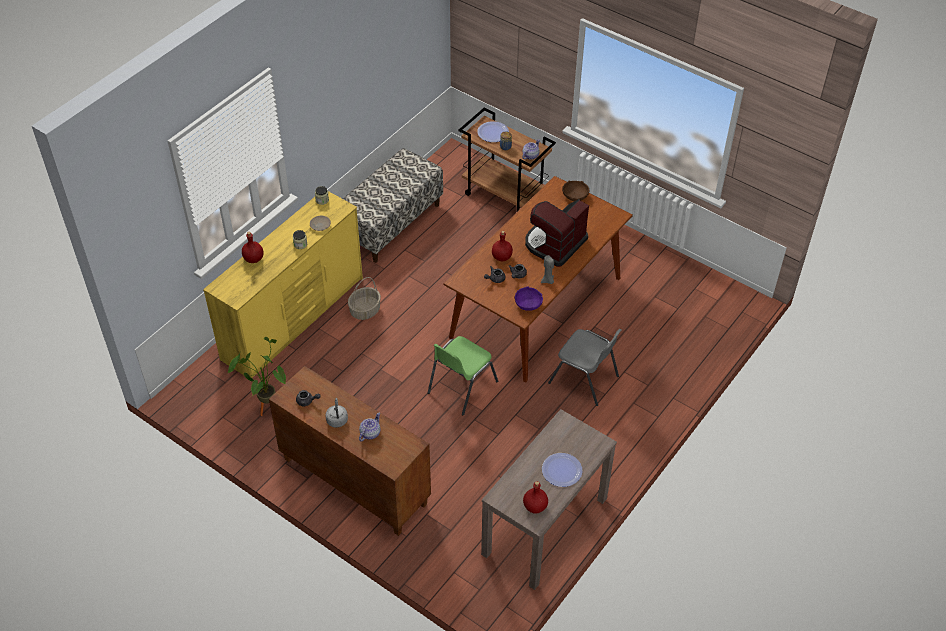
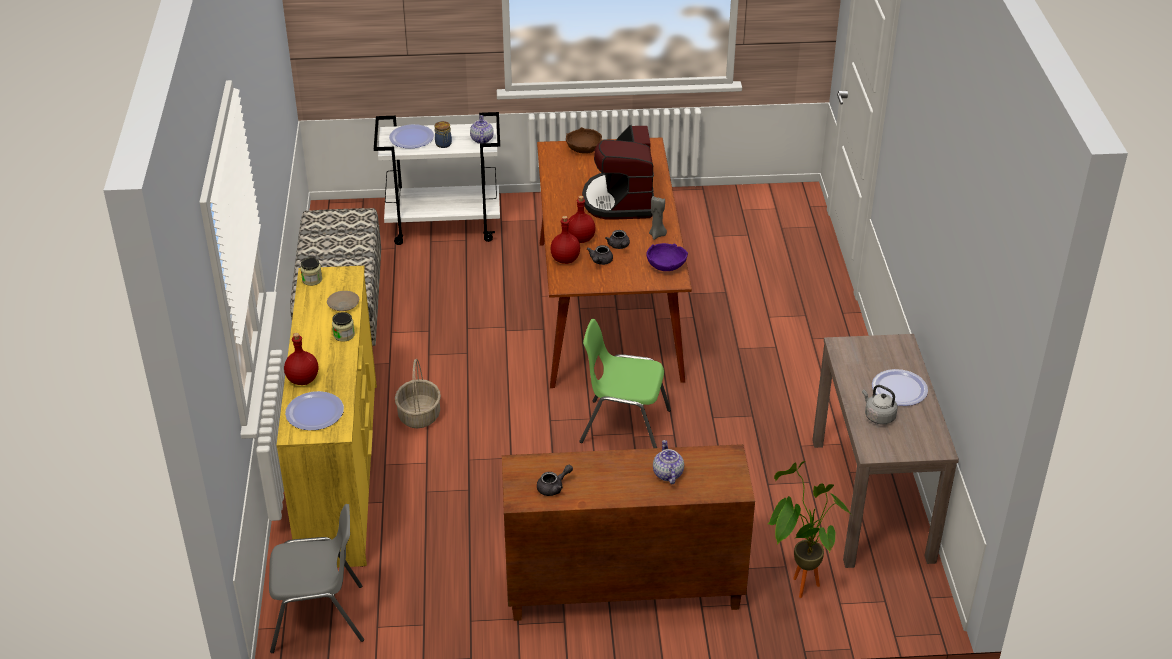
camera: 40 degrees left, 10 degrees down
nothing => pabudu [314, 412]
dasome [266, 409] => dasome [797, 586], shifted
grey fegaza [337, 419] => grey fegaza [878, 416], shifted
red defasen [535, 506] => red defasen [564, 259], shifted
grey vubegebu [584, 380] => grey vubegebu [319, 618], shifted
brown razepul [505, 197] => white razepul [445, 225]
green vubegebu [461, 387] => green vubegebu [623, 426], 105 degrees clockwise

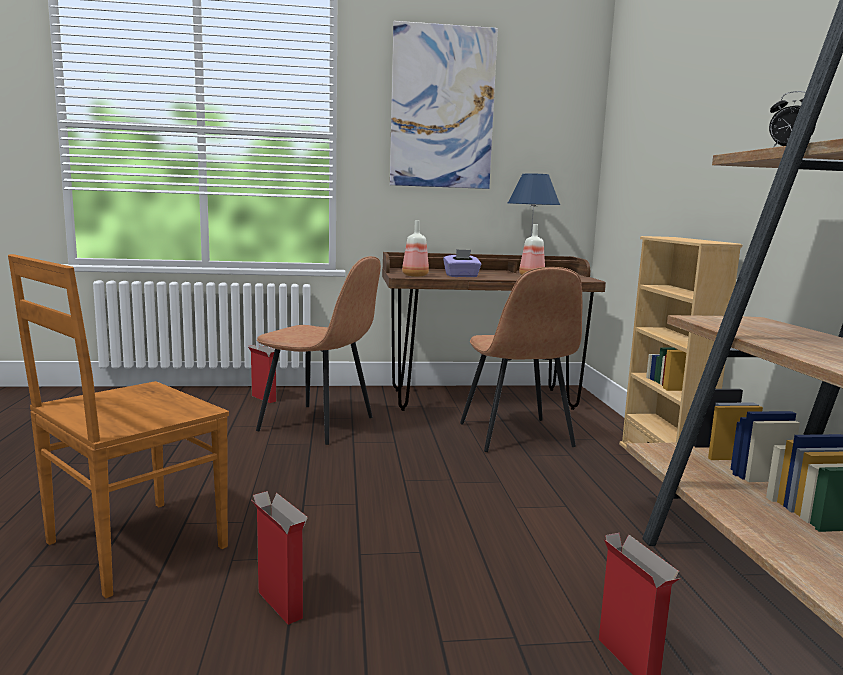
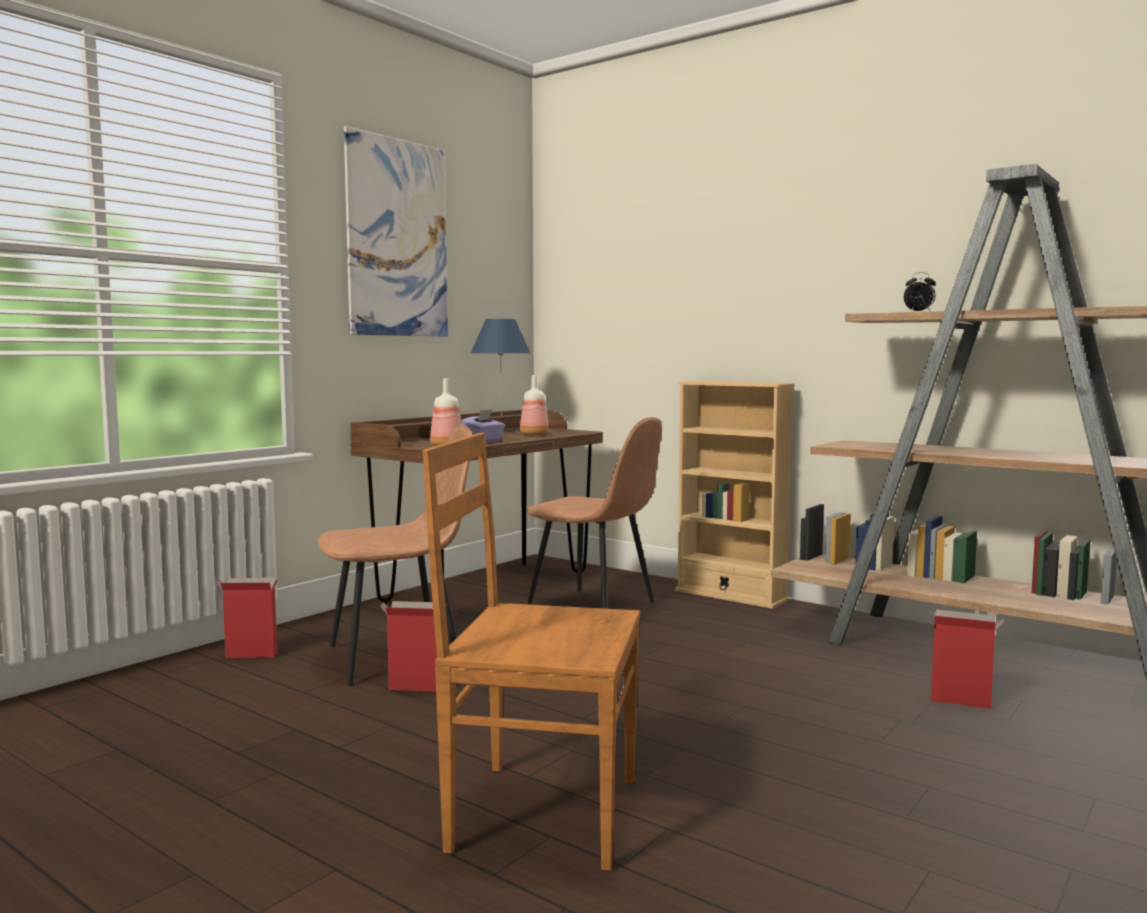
camera: 45 degrees left, 5 degrees down
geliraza [279, 604] => geliraza [415, 688], shifted
brown vubegebu [131, 546] => brown vubegebu [539, 812], 105 degrees clockwise

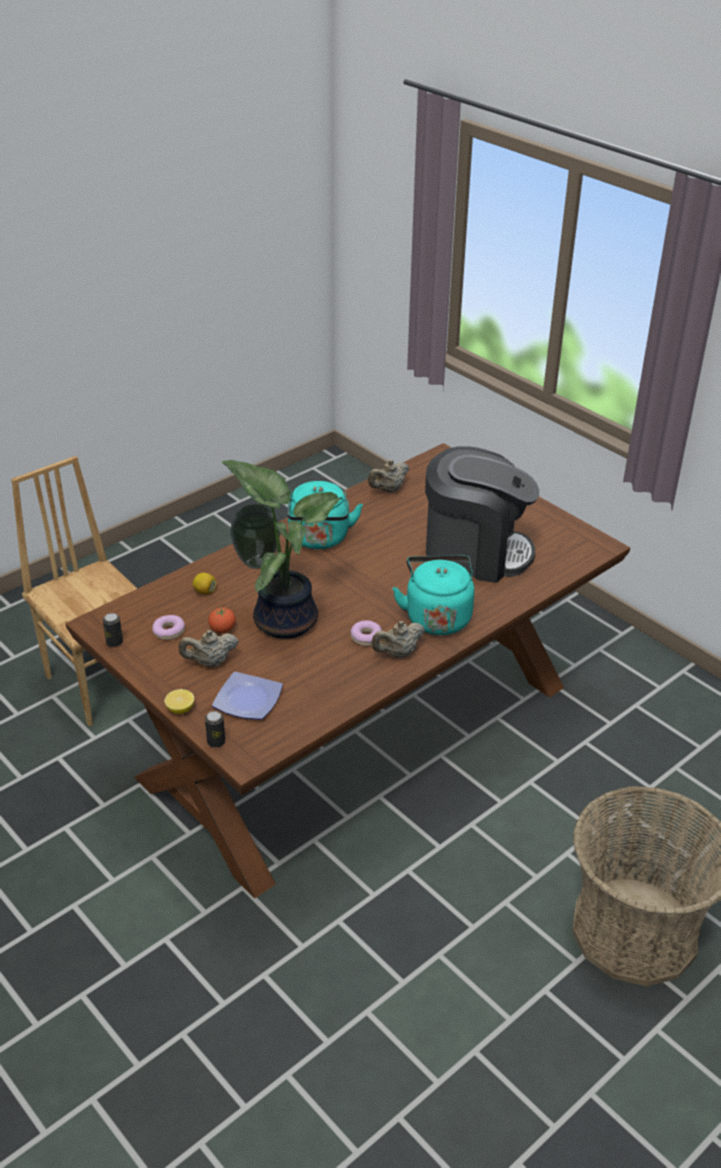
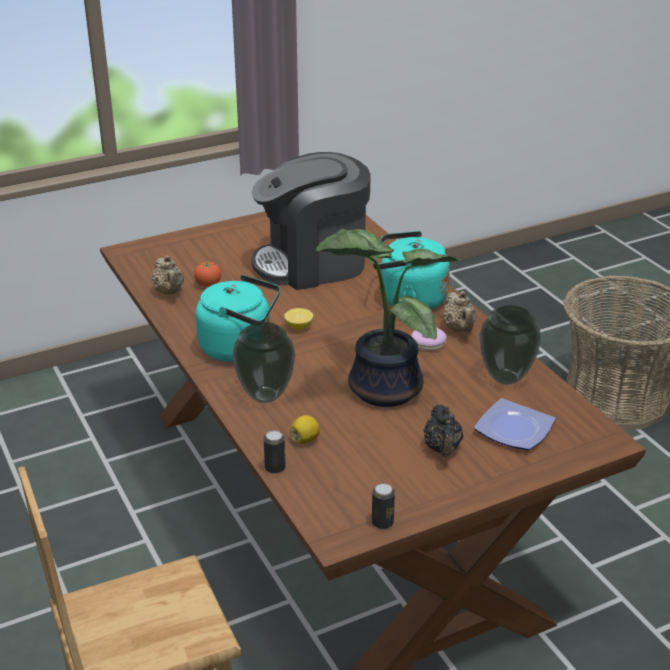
camera: 75 degrees left, 5 degrees down
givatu [169, 631] => nothing
nothing => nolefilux [506, 378]
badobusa [180, 709] => badobusa [299, 327], shifted
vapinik [216, 742] => vapinik [275, 468], shifted
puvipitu [222, 629] => puvipitu [208, 284], shifted
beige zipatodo [210, 662] => black zipatodo [442, 449]
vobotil [475, 552] => vobotil [312, 263], 135 degrees counterclockwise

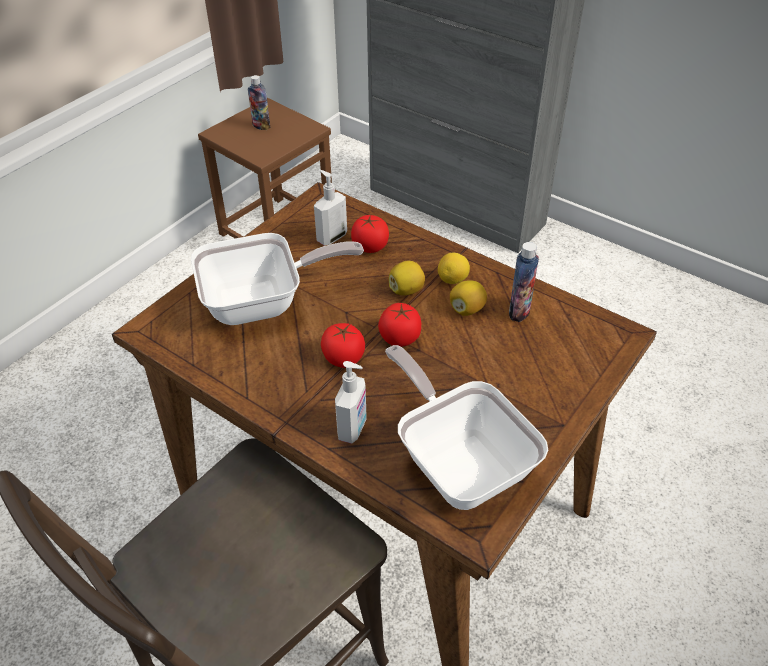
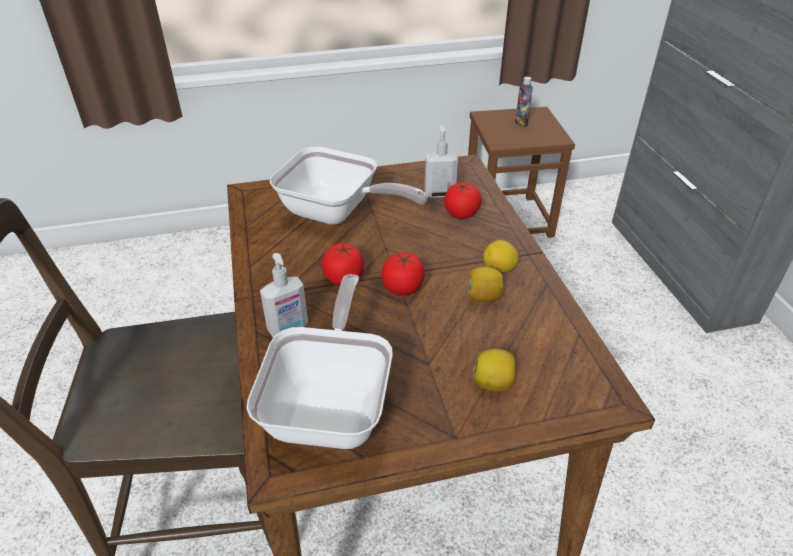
camera: 40 degrees right, 5 degrees down
defasen [519, 311] => nothing
badobusa [406, 290] => badobusa [493, 383], shifted

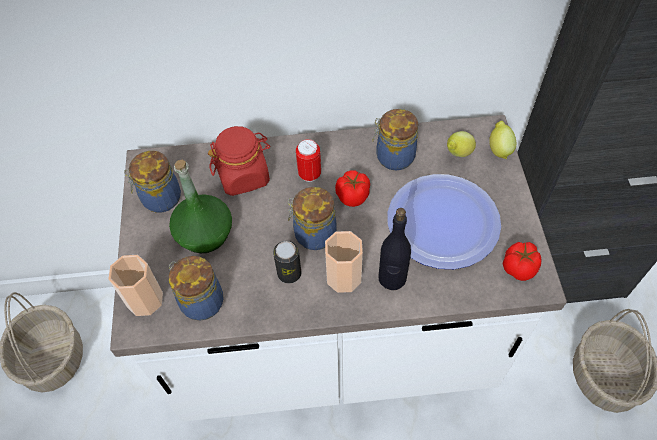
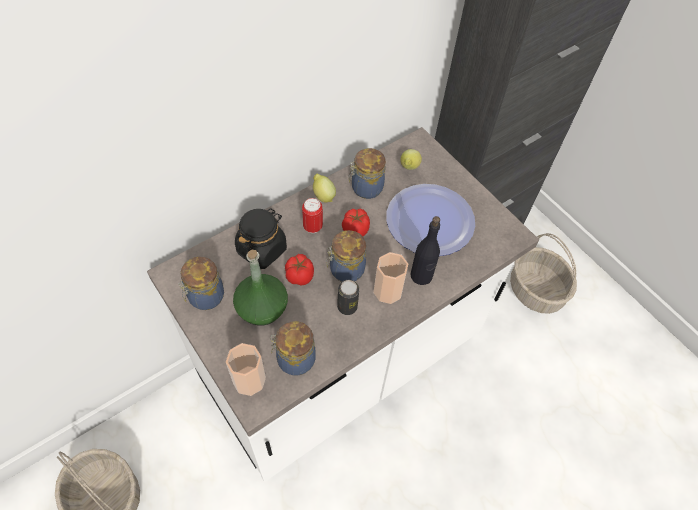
camera: 35 degrees left, 0 degrees up
badobusa [499, 149] => badobusa [323, 196], shifted
puvipitu [519, 267] => puvipitu [300, 275], shifted
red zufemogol [243, 176] => black zufemogol [262, 249]

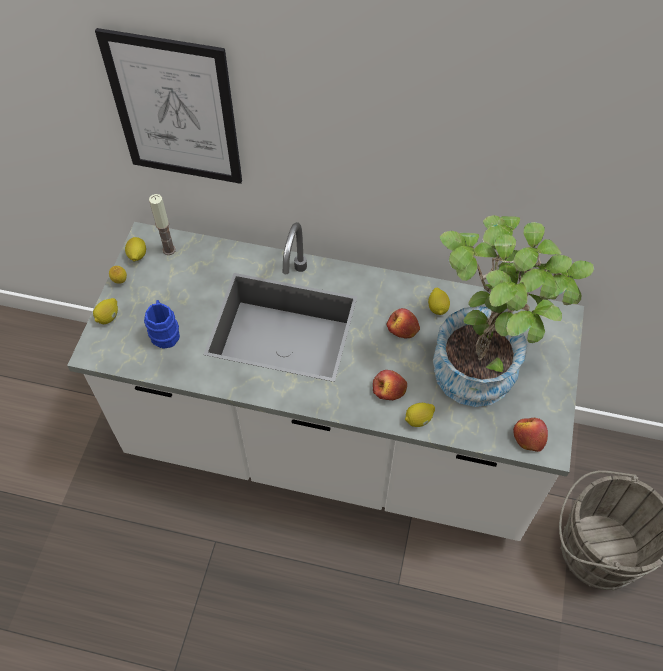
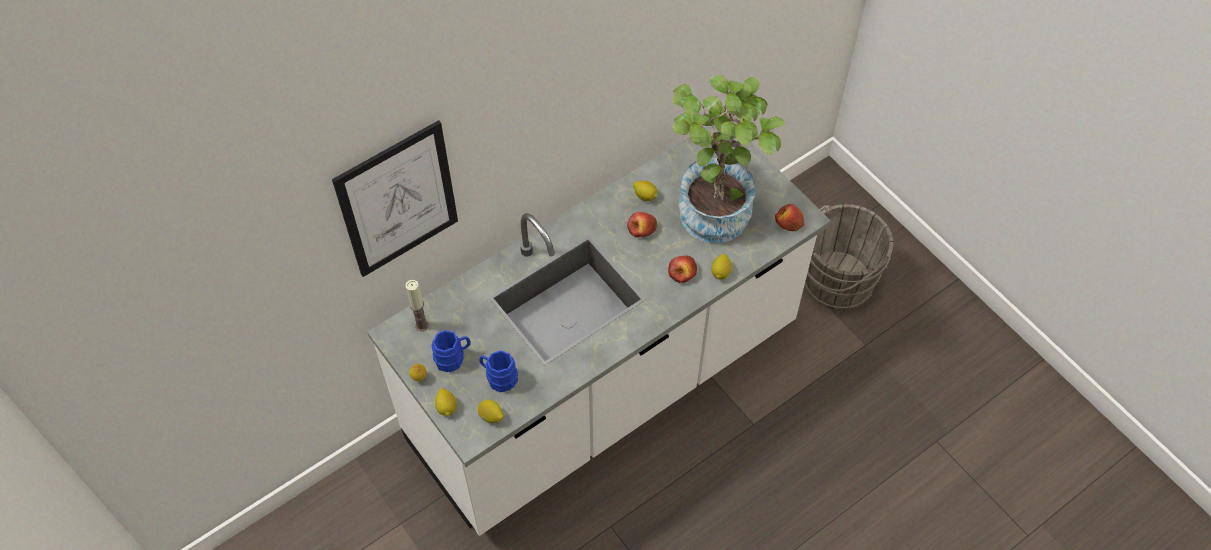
camera: 50 degrees left, 0 degrees up
nothing => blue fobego [453, 358]
badobusa [137, 255] => badobusa [491, 416], shifted

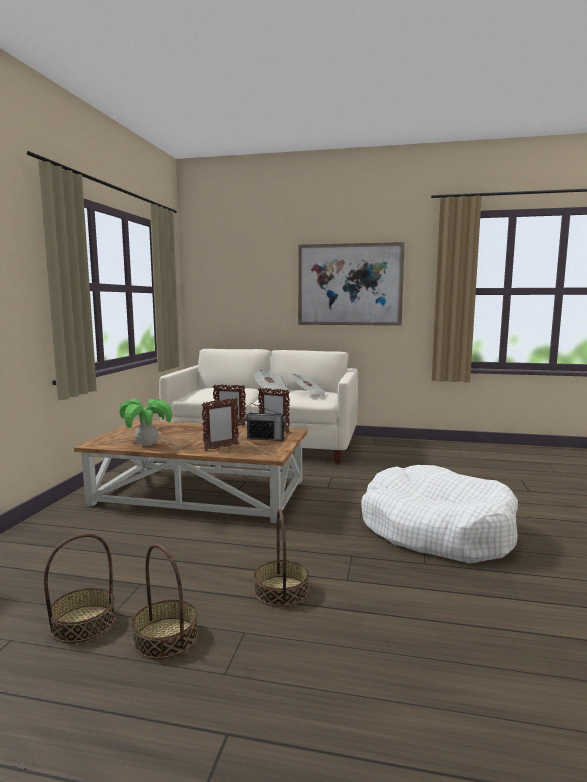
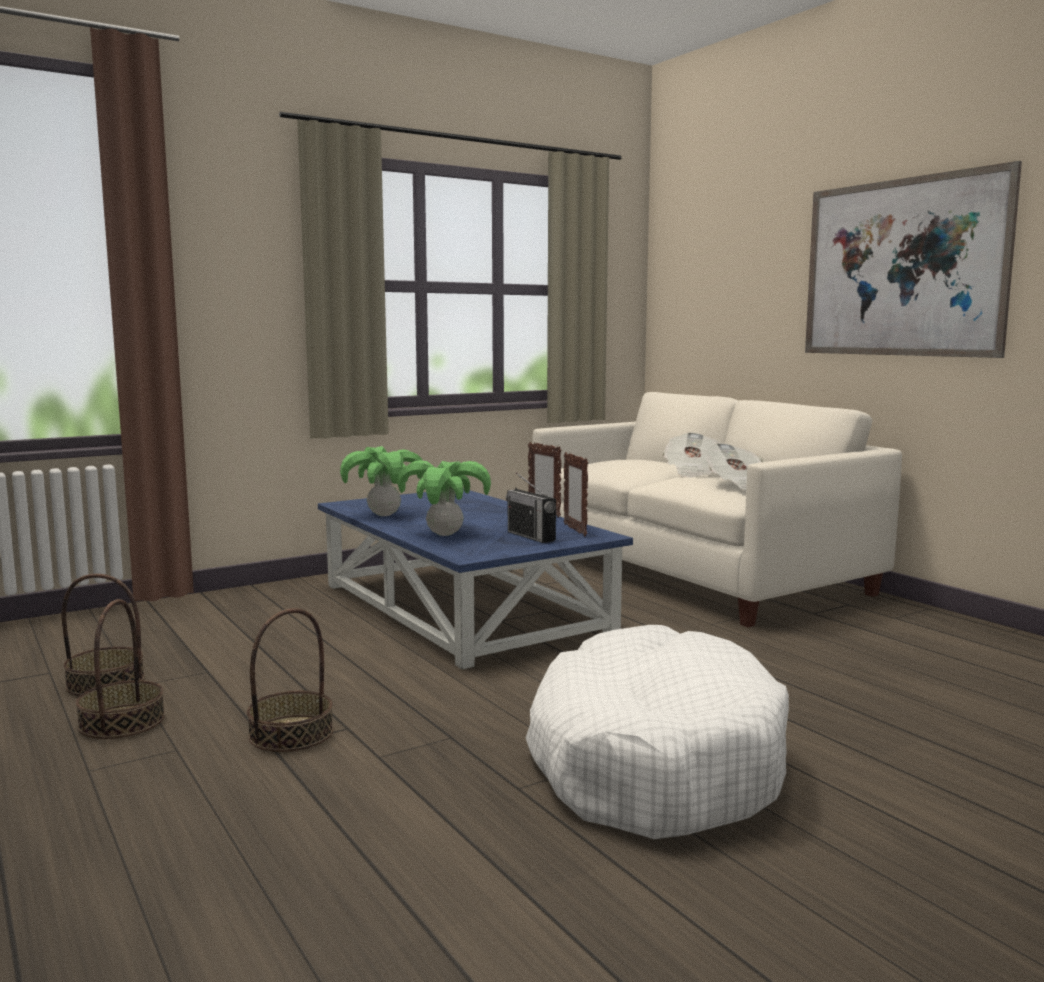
camera: 45 degrees right, 0 degrees up
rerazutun [221, 447] => dasome [445, 534]
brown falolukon [202, 492] => blue falolukon [465, 608]

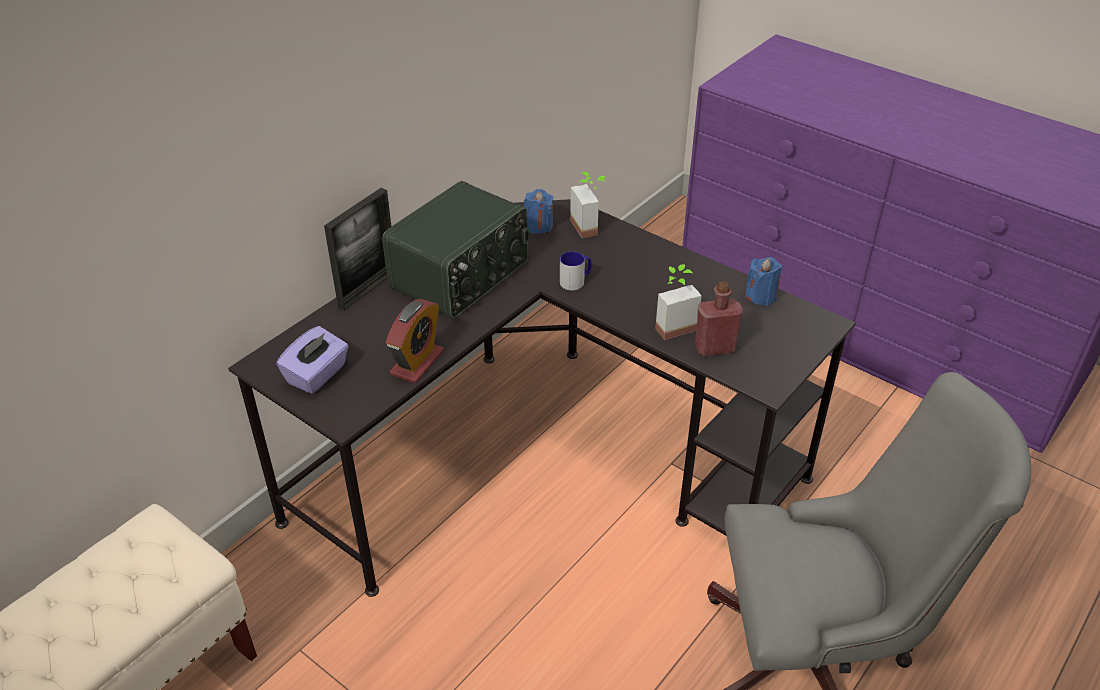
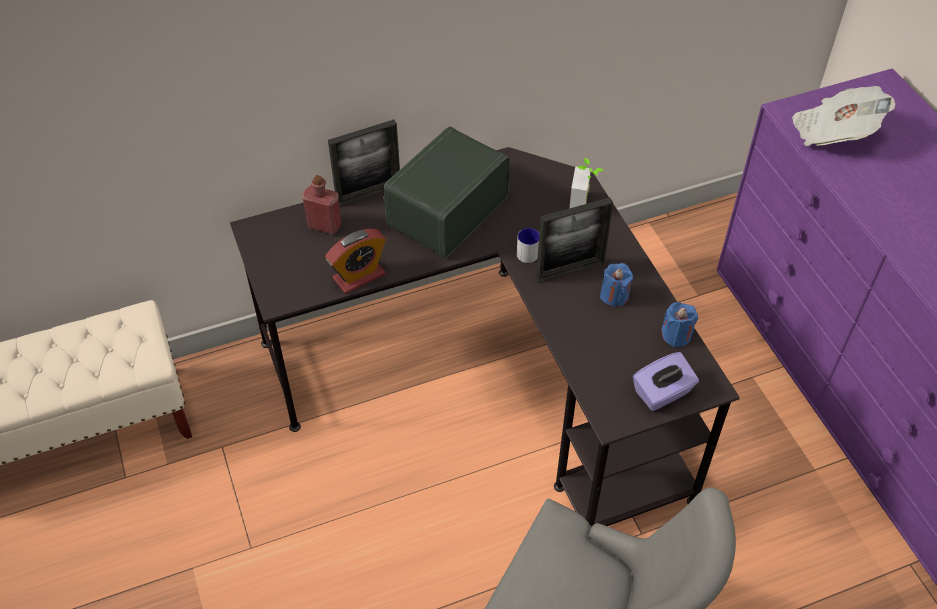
camera: 30 degrees right, 10 degrees up
dasome [672, 324] => nothing
nothing => rerazutun [570, 271]
nothing => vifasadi [834, 133]
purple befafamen [317, 375] => purple befafamen [662, 393], shifted
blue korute [538, 226] => blue korute [614, 296], shifted
red defasen [714, 348] => red defasen [324, 225], shifted
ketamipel [461, 276] => ketamipel [446, 211], 150 degrees clockwise

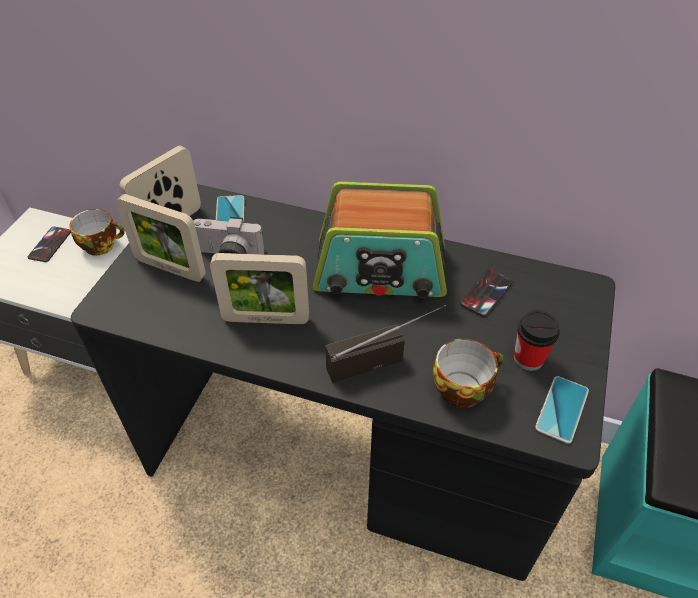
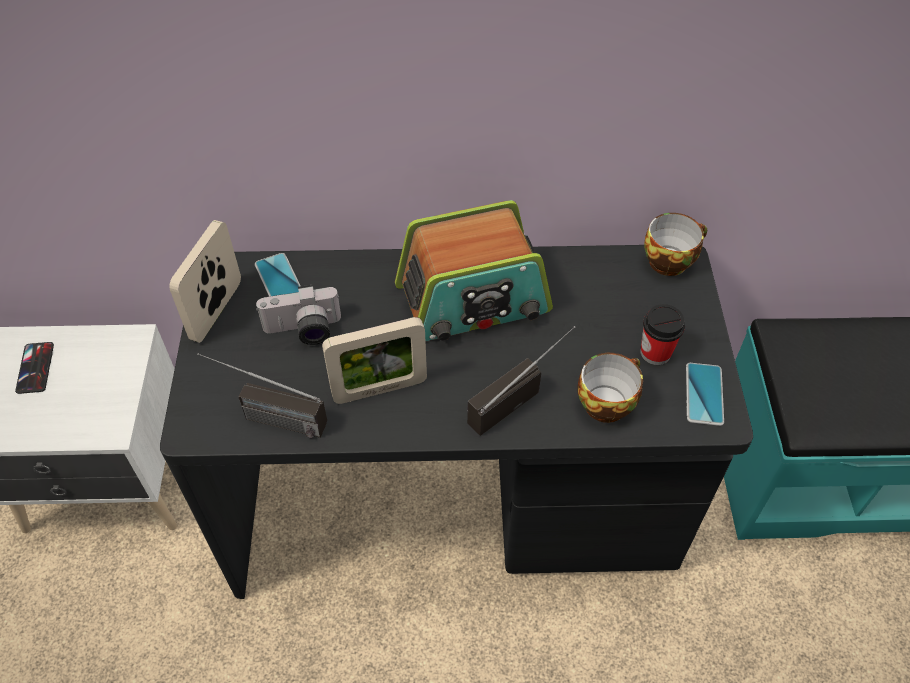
camera: 20 degrees left, 5 degrees up
rerazutun [170, 268] => nothing
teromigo [487, 292] => nothing
nothing => ketamipel [265, 417]
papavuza [102, 245] => papavuza [669, 259], shifted

